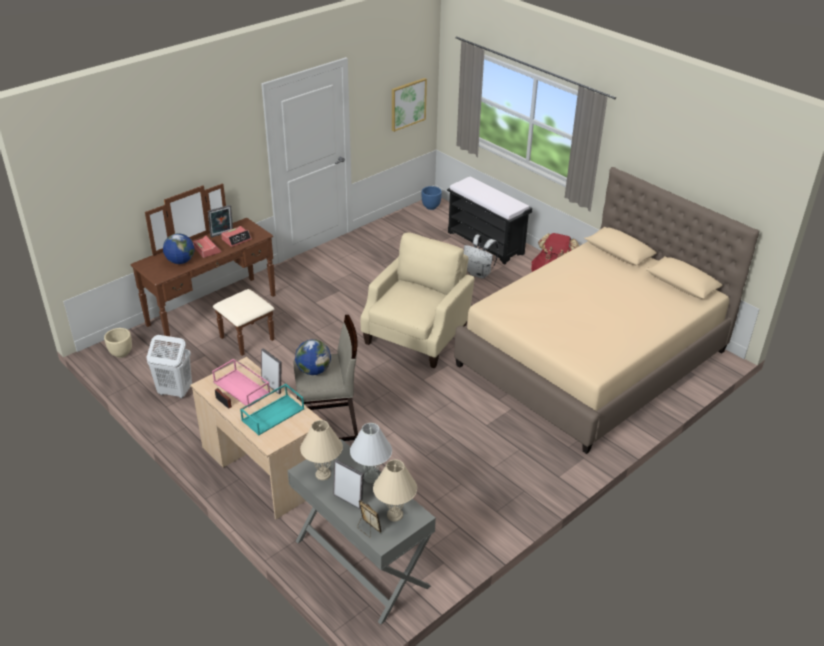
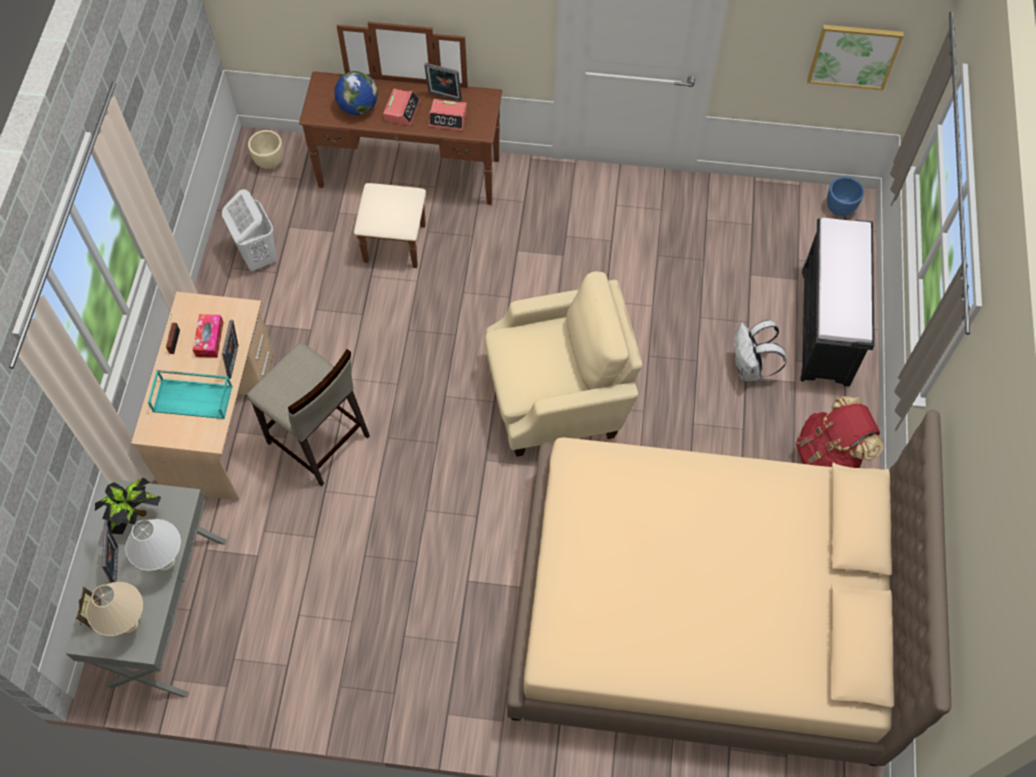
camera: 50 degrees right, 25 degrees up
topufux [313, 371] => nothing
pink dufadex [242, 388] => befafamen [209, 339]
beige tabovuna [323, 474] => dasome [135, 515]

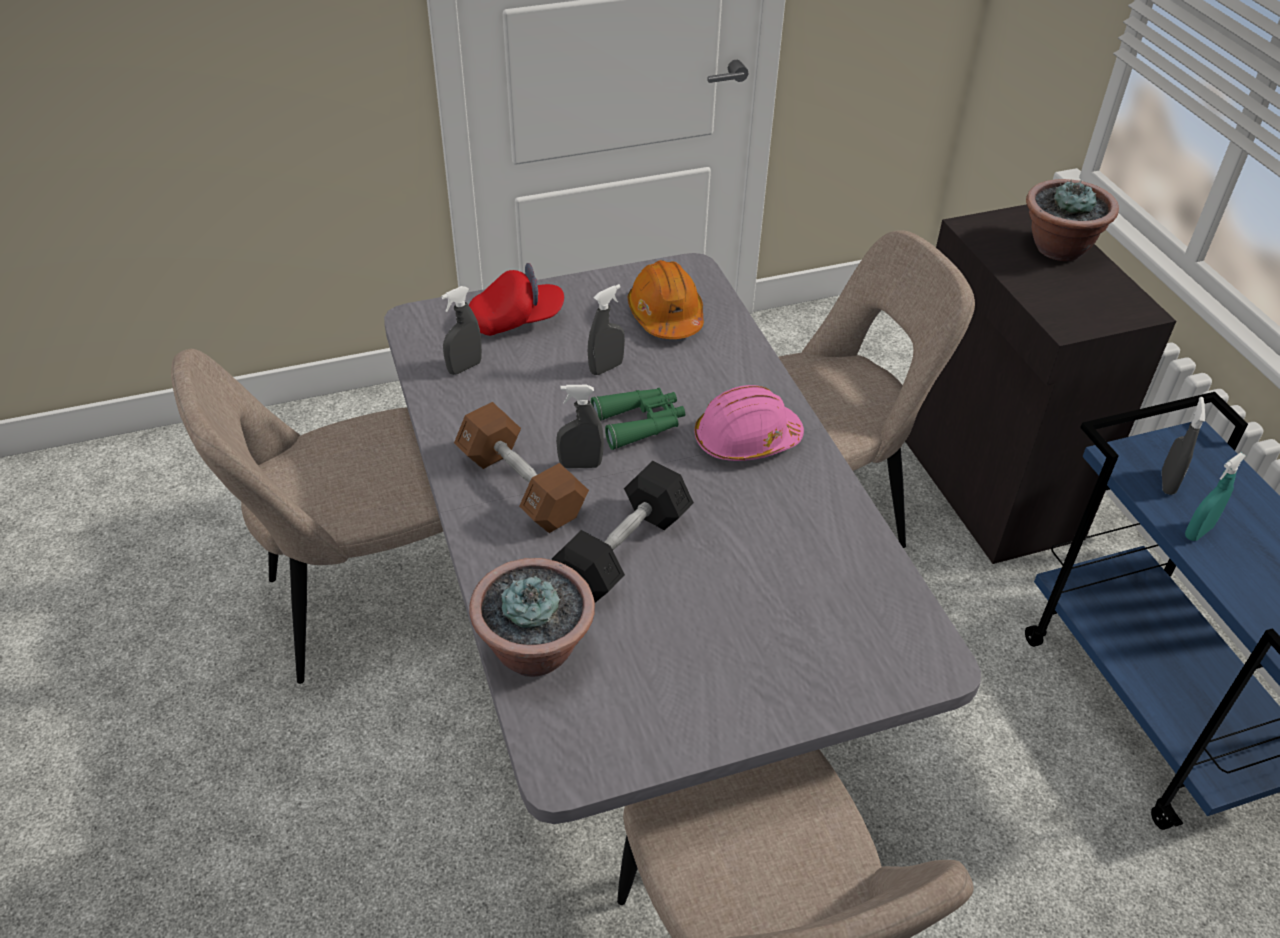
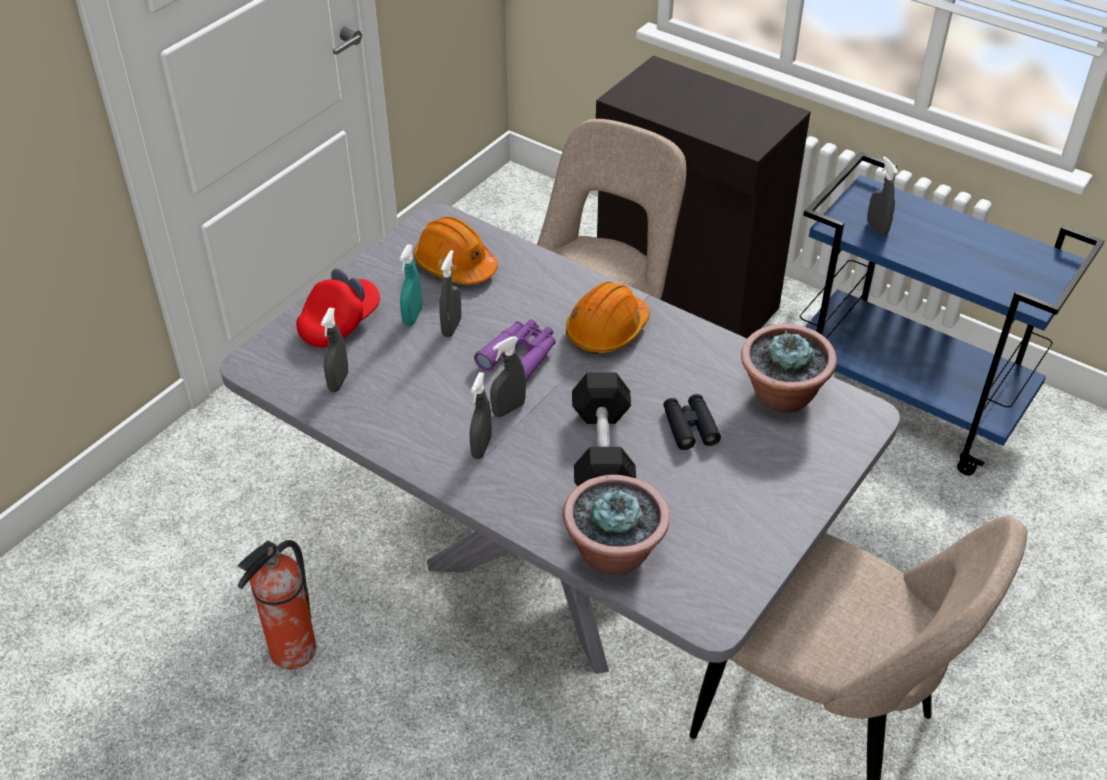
camera: 35 degrees left, 0 degrees up
nothing => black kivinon [690, 427]
dasome [1058, 248] => dasome [781, 397], shifted
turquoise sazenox [1198, 532] => turquoise sazenox [412, 317], shifted
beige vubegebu [363, 605] => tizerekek [291, 652]
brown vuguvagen [521, 486] => grey sazenox [481, 447]
green kivinon [640, 423] => purple kivinon [520, 356]
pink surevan [746, 440] => orange surevan [607, 330]

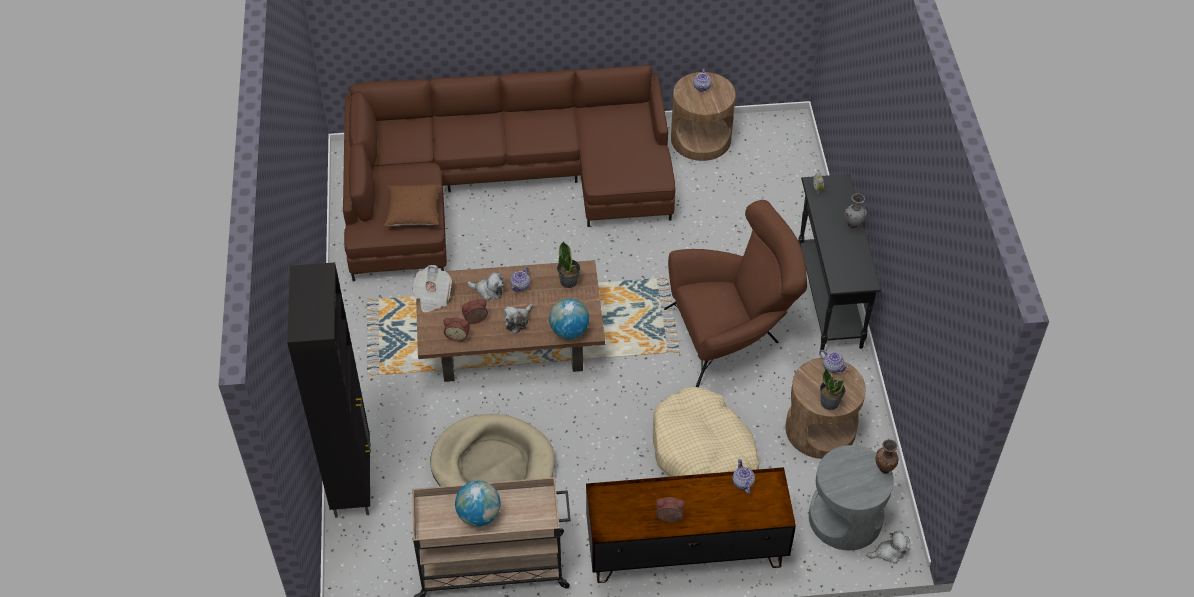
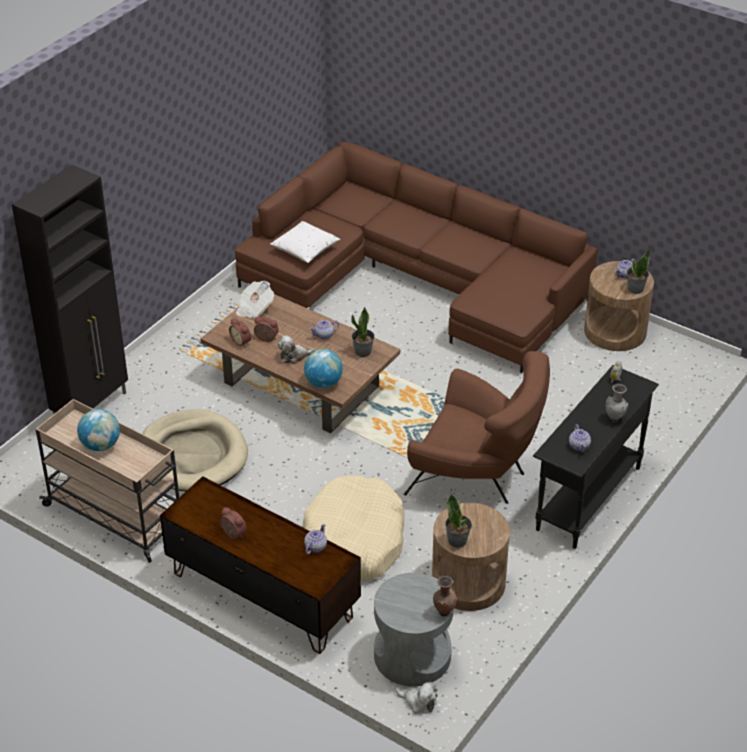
camera: 40 degrees right, 10 degrees down
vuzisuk [488, 291] => nothing
nothing => dasome [635, 289]
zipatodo [832, 367] => zipatodo [579, 446], shifted
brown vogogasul [413, 213] => white vogogasul [305, 250]

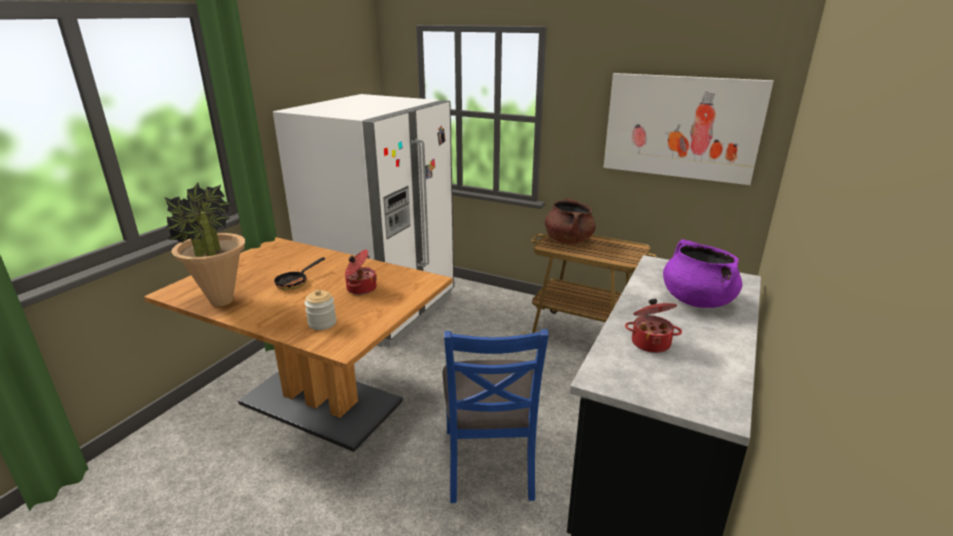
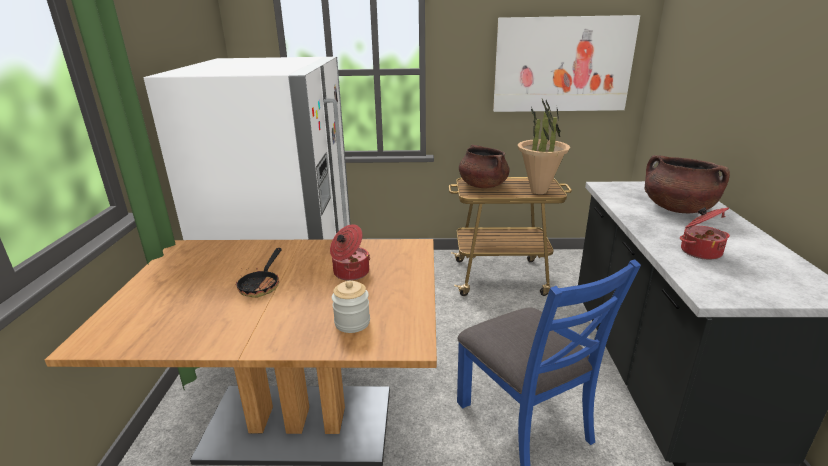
camera: 25 degrees left, 0 degrees up
dasome [221, 301] => dasome [539, 191], shifted
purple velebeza [696, 300] => brown velebeza [677, 208]

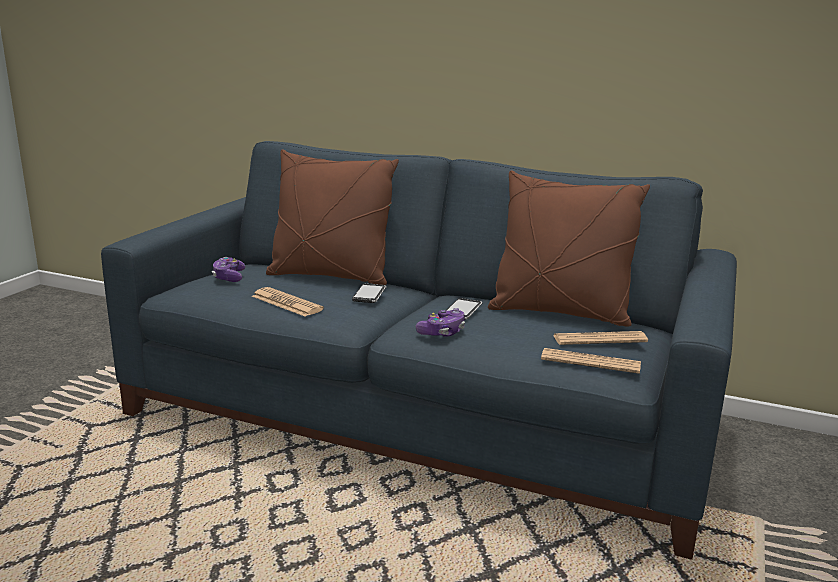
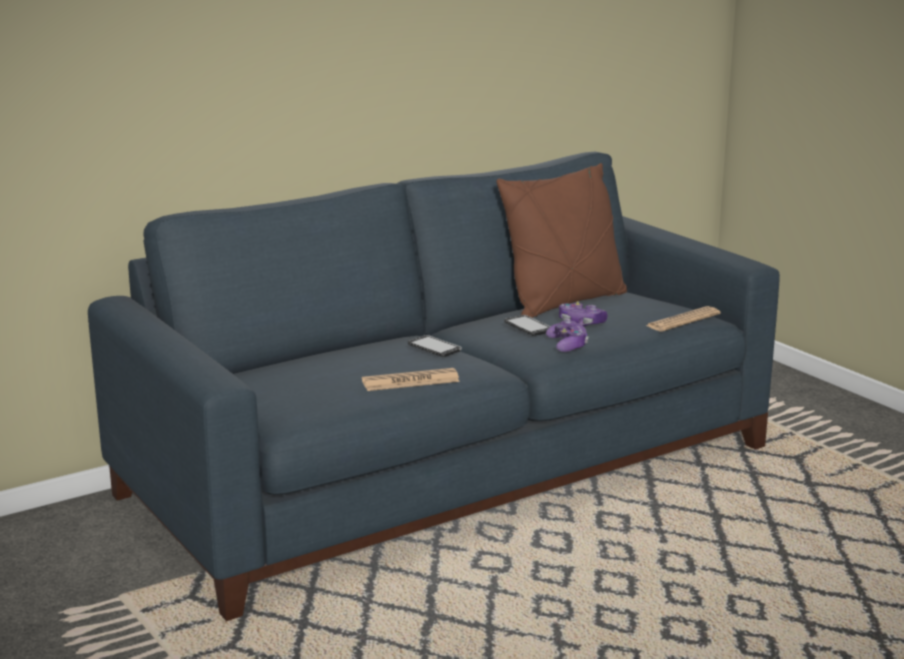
camera: 55 degrees left, 0 degrees up
brown vogogasul [330, 276] => nothing
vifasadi [599, 339] => nothing
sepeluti [229, 277] => sepeluti [581, 323], shifted

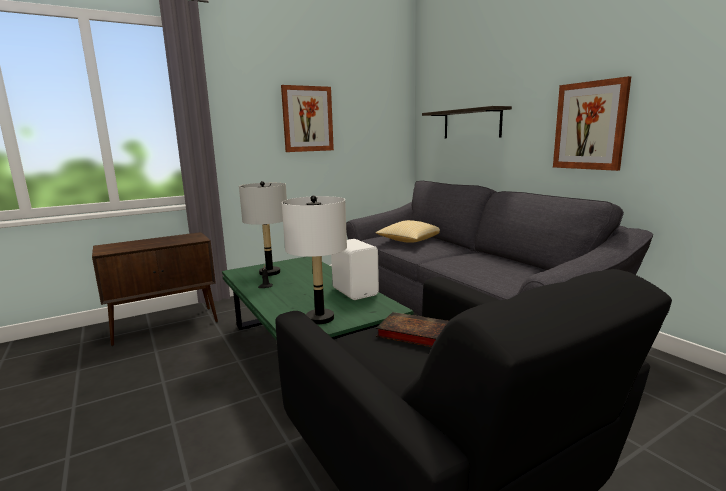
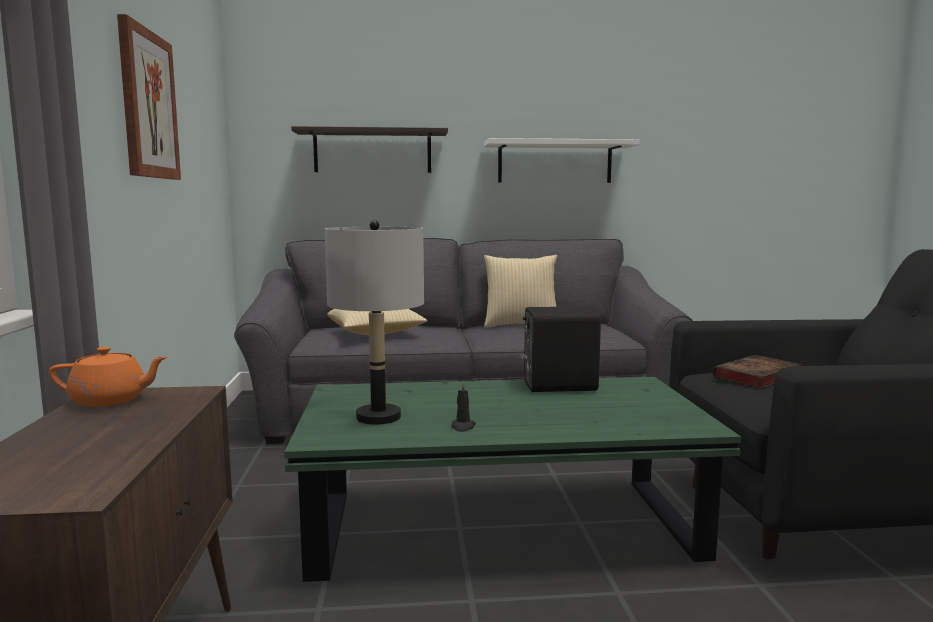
camera: 65 degrees left, 5 degrees down
white tabovuna [320, 318] => nothing
nothing => orange zipatodo [111, 400]
nothing => vogogasul [521, 325]
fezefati [590, 126] => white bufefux [555, 162]
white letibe [355, 291] => black letibe [558, 386]

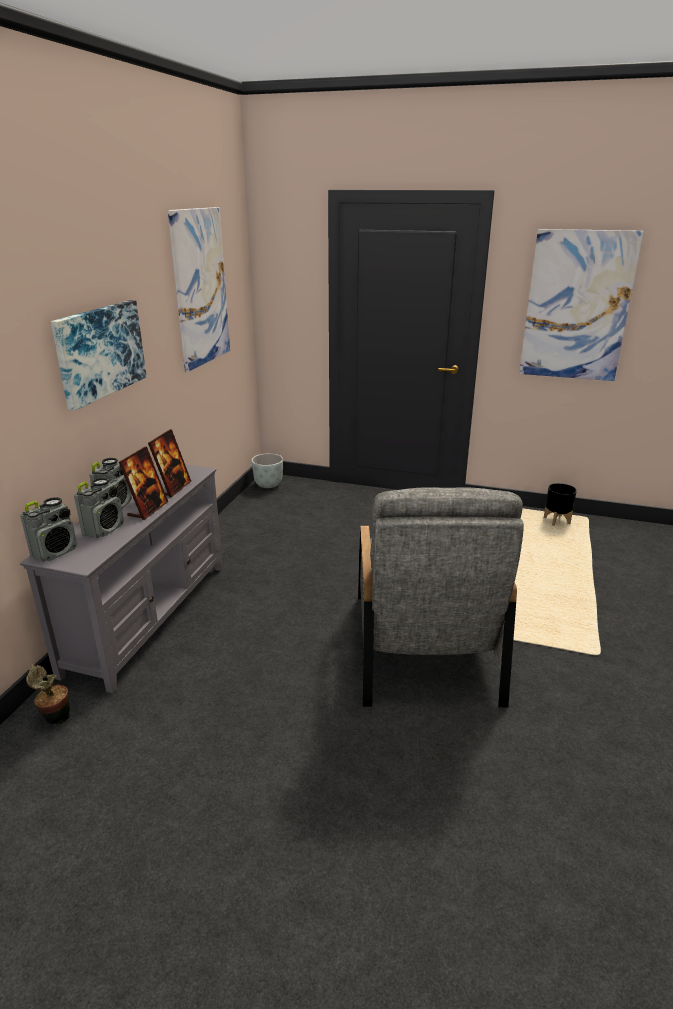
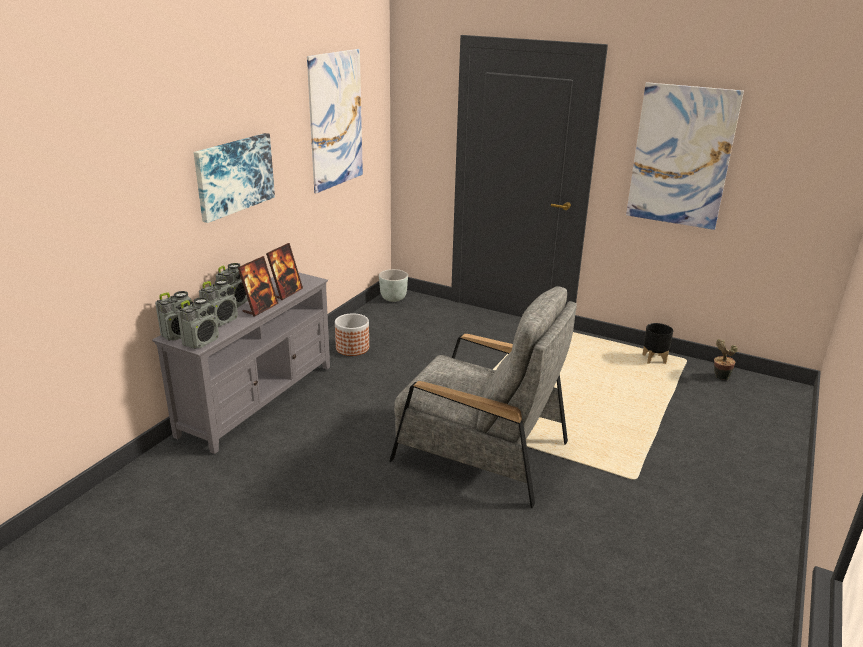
camera: 10 degrees right, 0 degrees up
nothing => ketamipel [201, 341]
nothing => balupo [352, 348]
dasome [55, 719] => dasome [720, 377], shifted
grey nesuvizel [423, 646] => grey nesuvizel [479, 451], 75 degrees counterclockwise

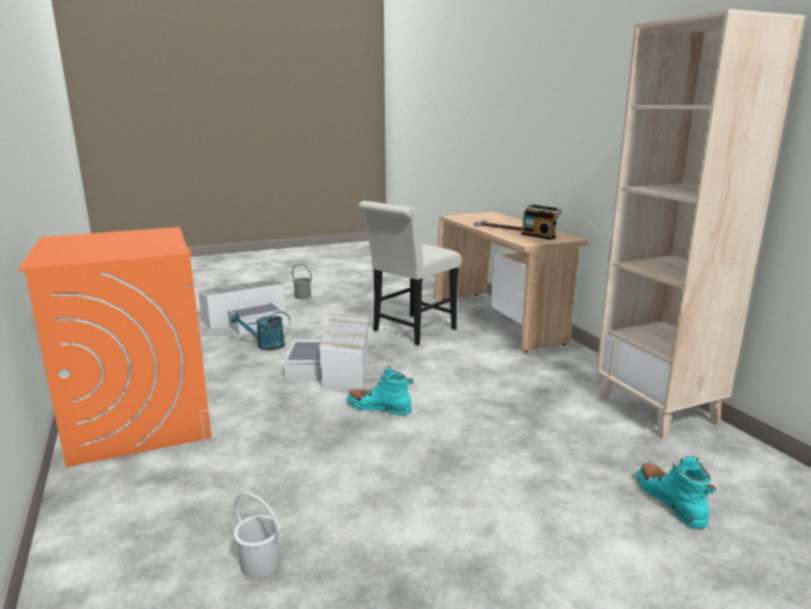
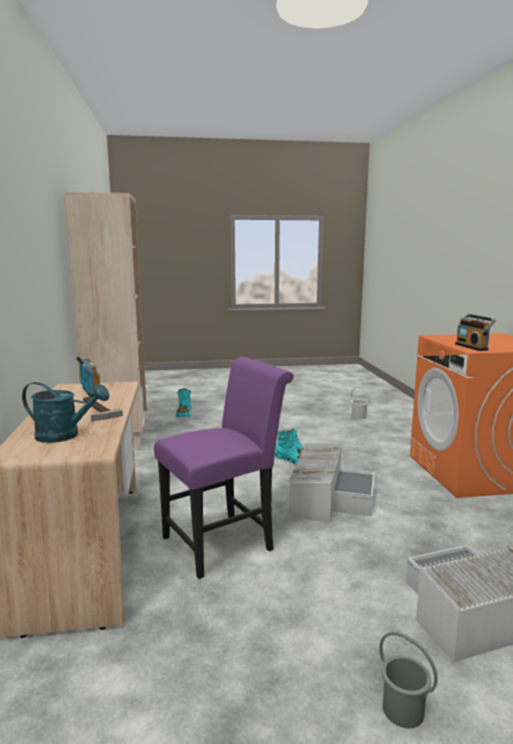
camera: 165 degrees left, 5 degrees down
nothing => ketamipel [472, 347]
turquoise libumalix [265, 345] => turquoise libumalix [65, 436], shifted
white vubegebu [410, 331] => purple vubegebu [224, 541]

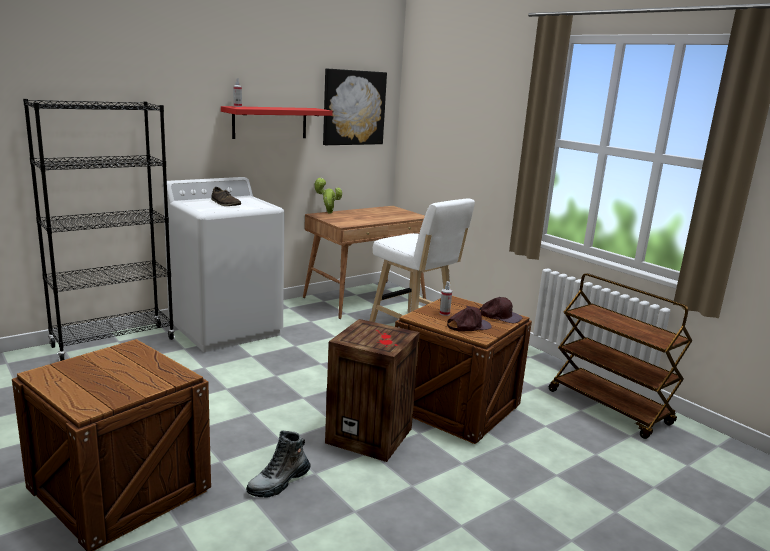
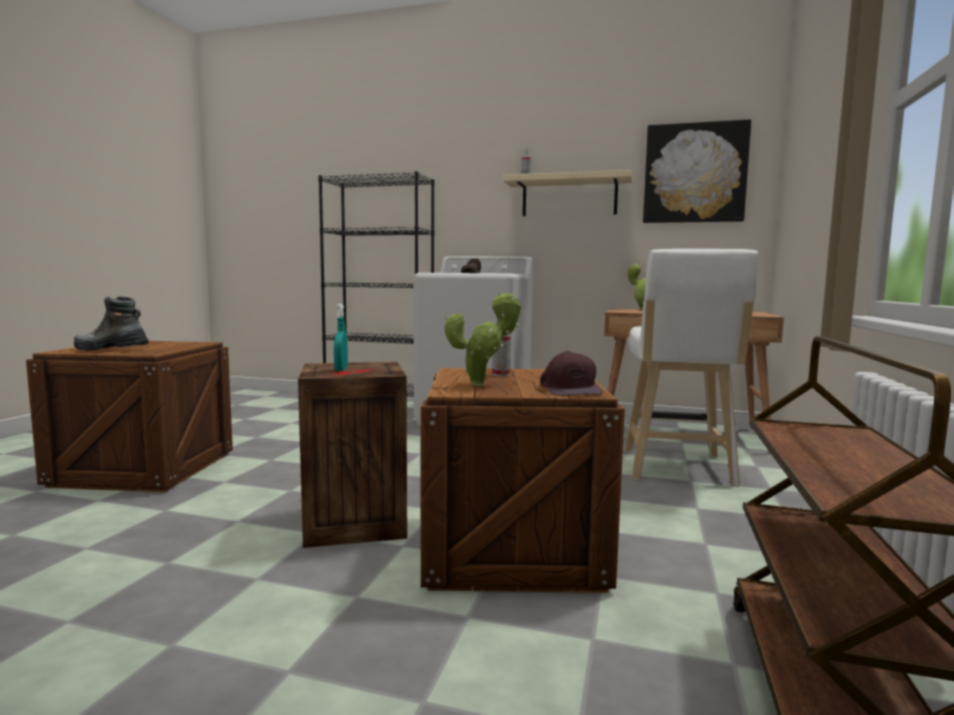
camera: 55 degrees right, 10 degrees down
nothing => turquoise sazenox [341, 369]
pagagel [279, 482] => pagagel [110, 349], shifted
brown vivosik [468, 326] => dasome [482, 384]
red bufefux [270, 122] => beige bufefux [569, 197]

